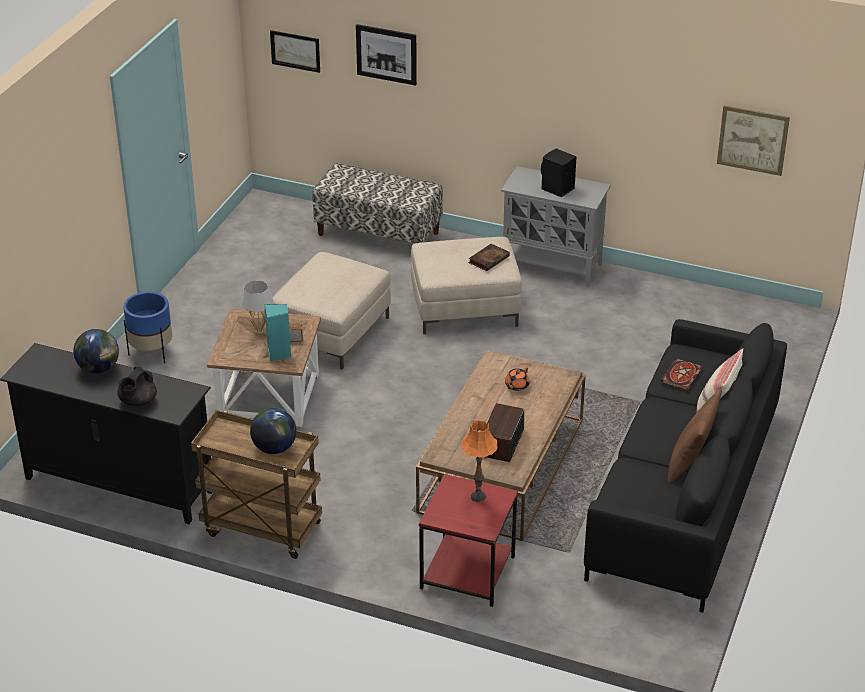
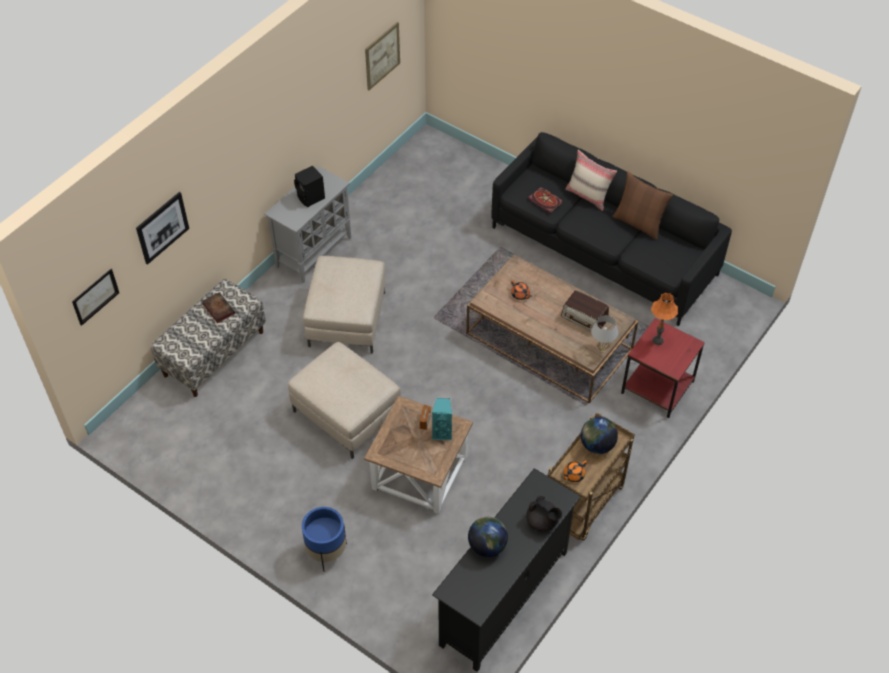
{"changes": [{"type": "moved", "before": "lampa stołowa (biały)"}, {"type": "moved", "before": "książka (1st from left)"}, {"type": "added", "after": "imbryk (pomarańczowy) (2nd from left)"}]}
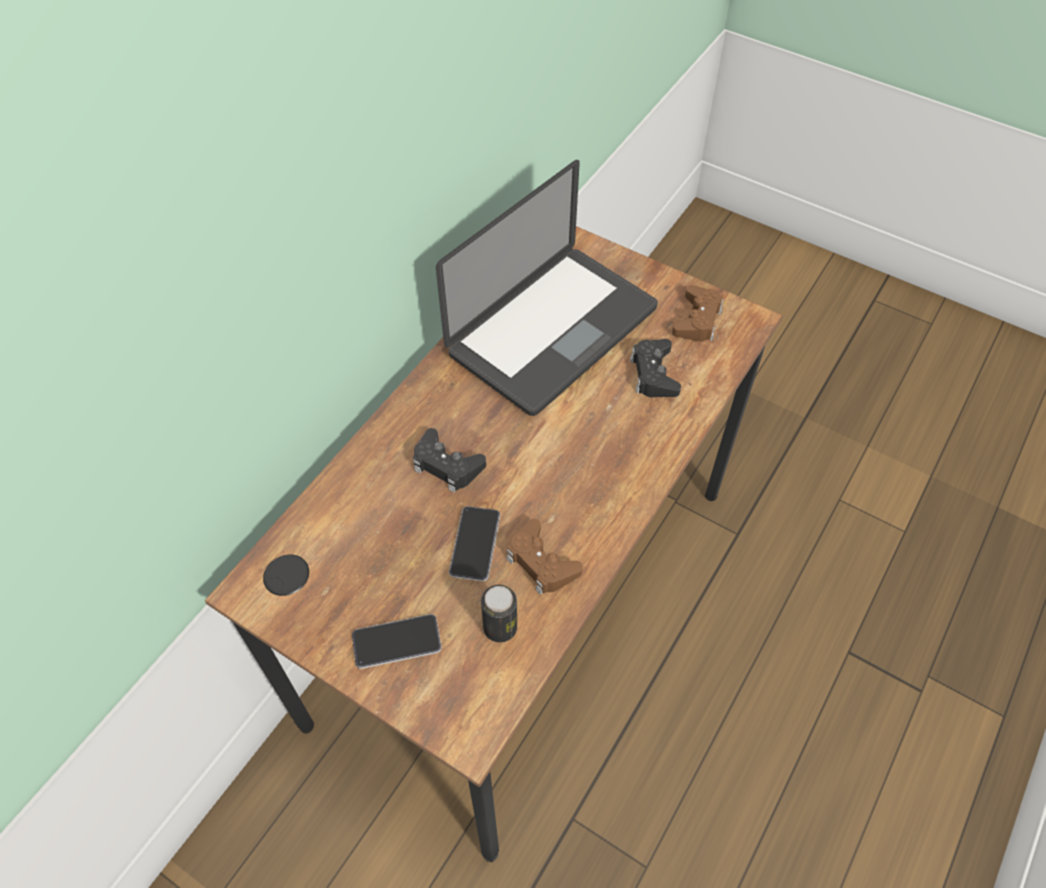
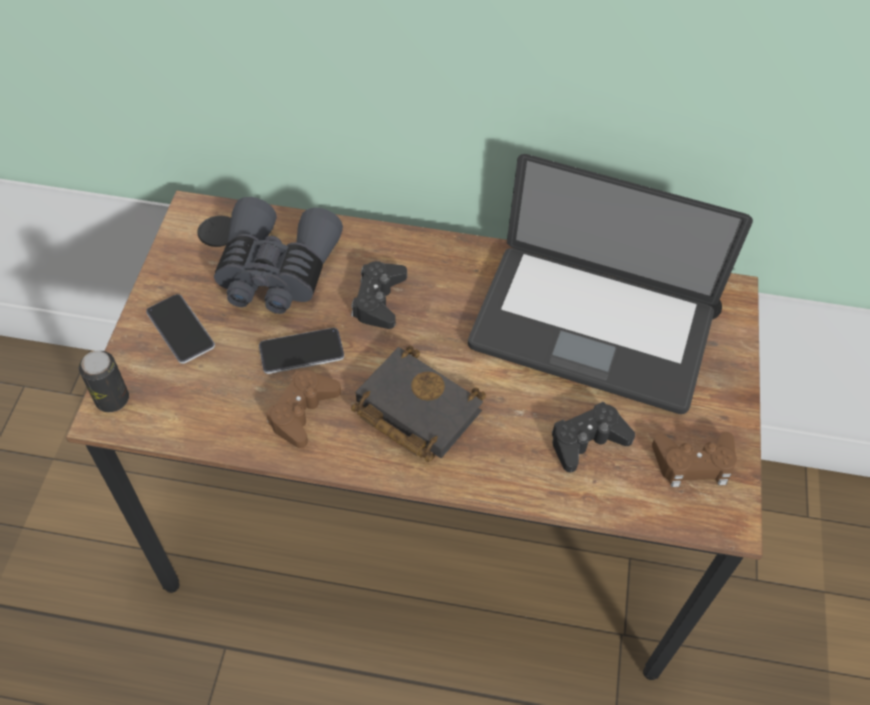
{"changes": [{"type": "moved", "before": "puszka"}, {"type": "added", "after": "lornetka (szary)"}, {"type": "added", "after": "książka (czarny)"}]}
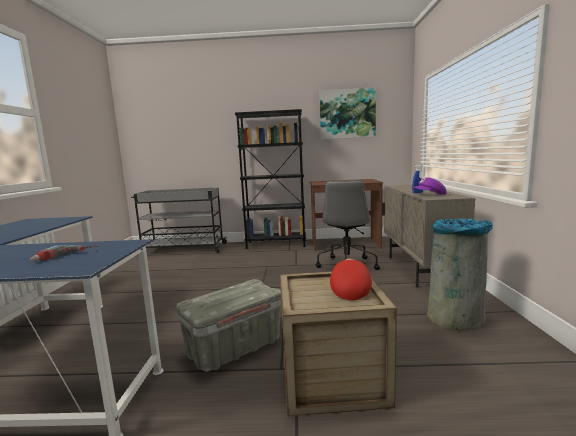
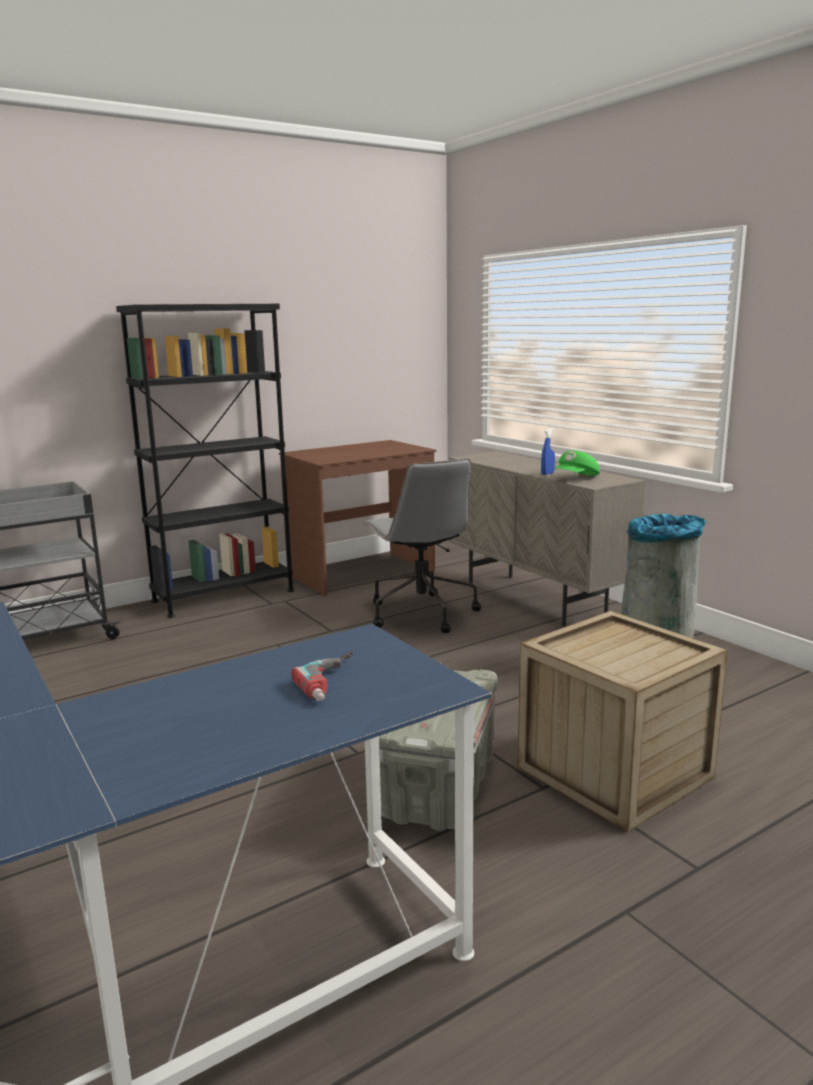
{"changes": [{"type": "removed", "before": "obraz"}, {"type": "removed", "before": "czapka z daszkiem (czerwony)"}, {"type": "recoloured", "before": "czapka z daszkiem (fioletowy)", "after": "czapka z daszkiem (zielony)"}]}
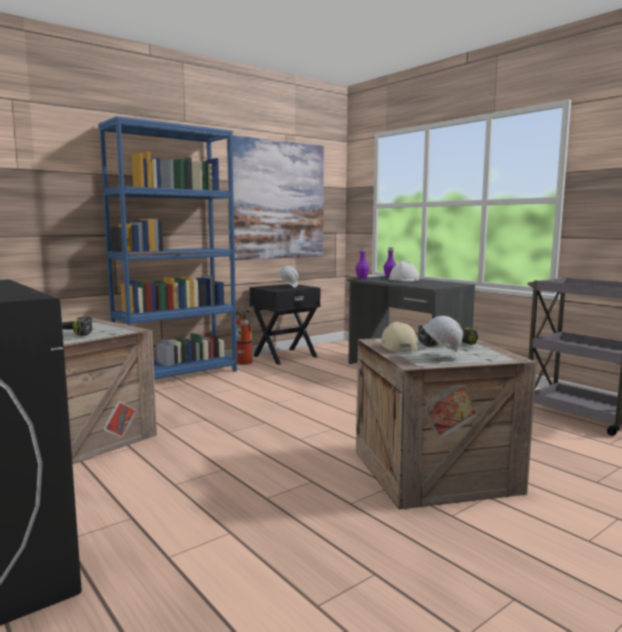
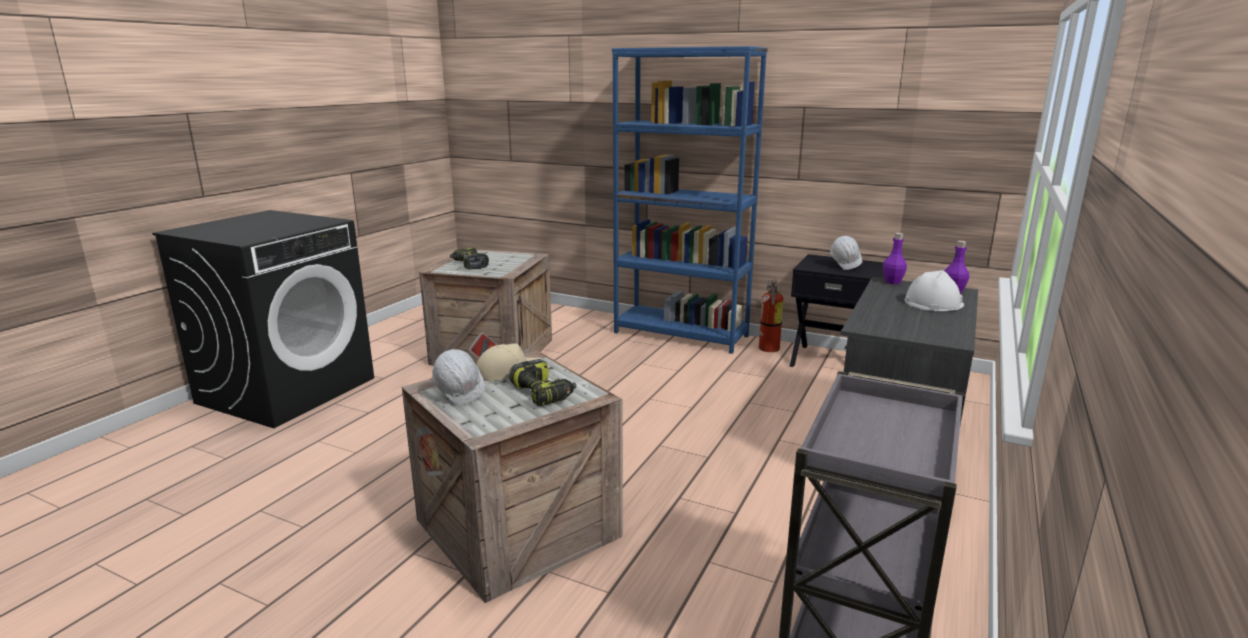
{"changes": [{"type": "removed", "before": "obraz"}]}
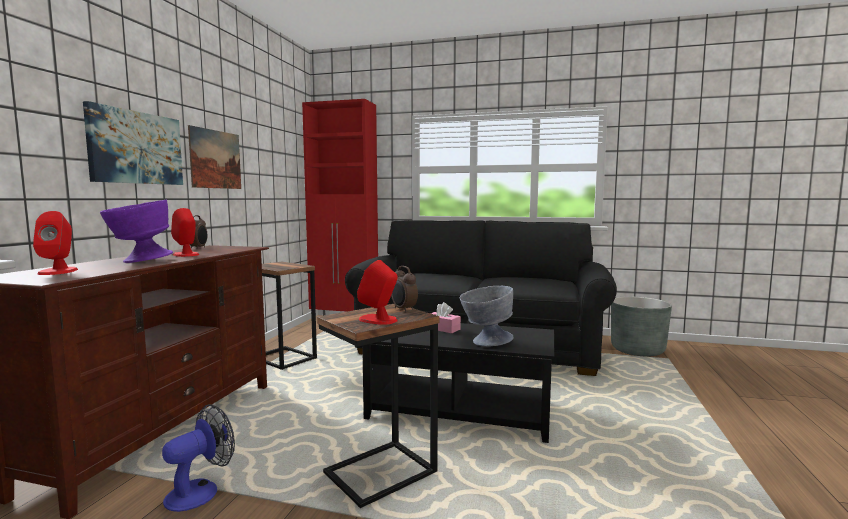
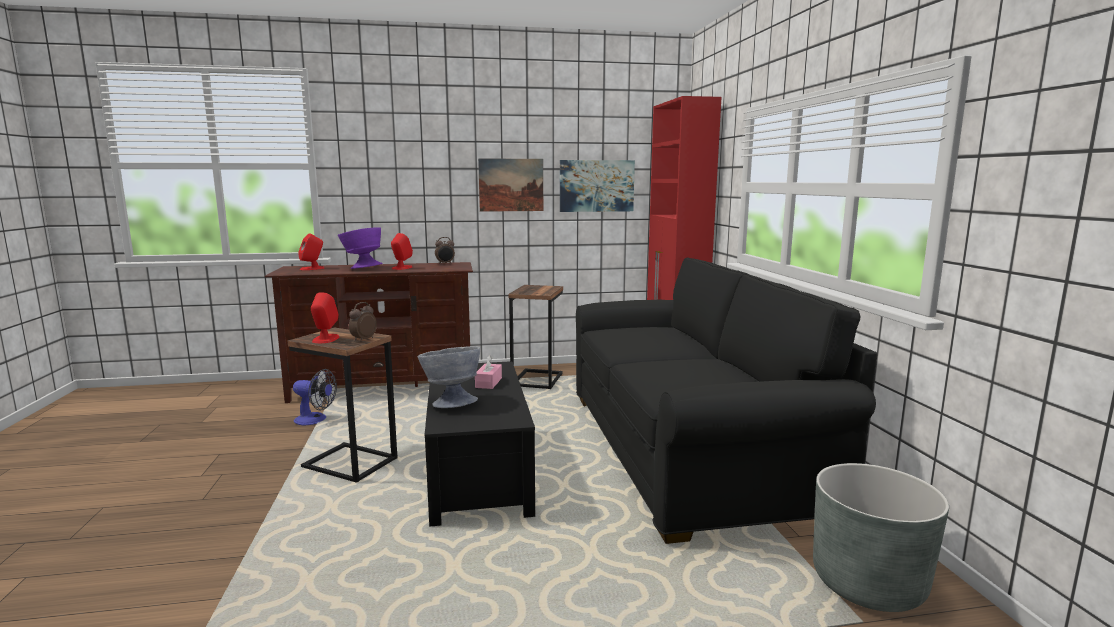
{"changes": [{"type": "moved", "before": "obraz (1st from left in the first image)", "after": "obraz (2nd from left)"}]}
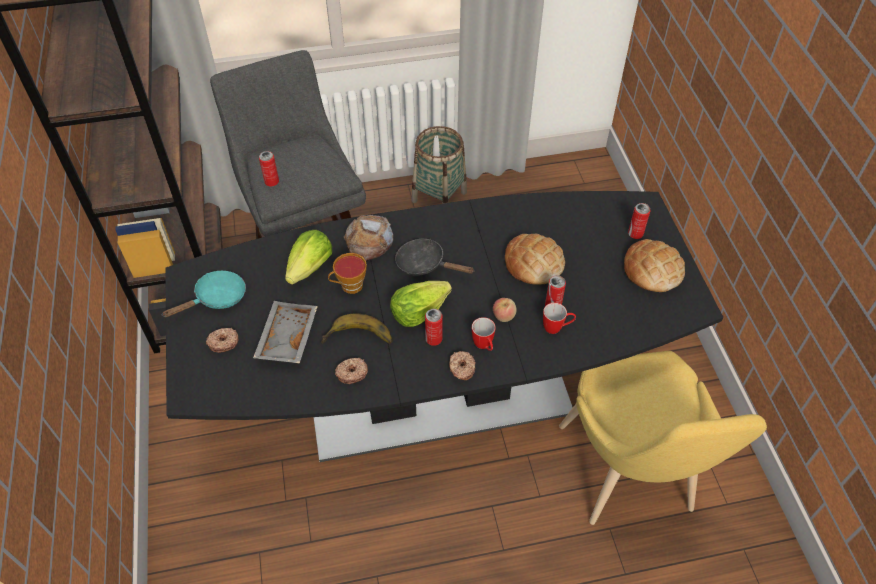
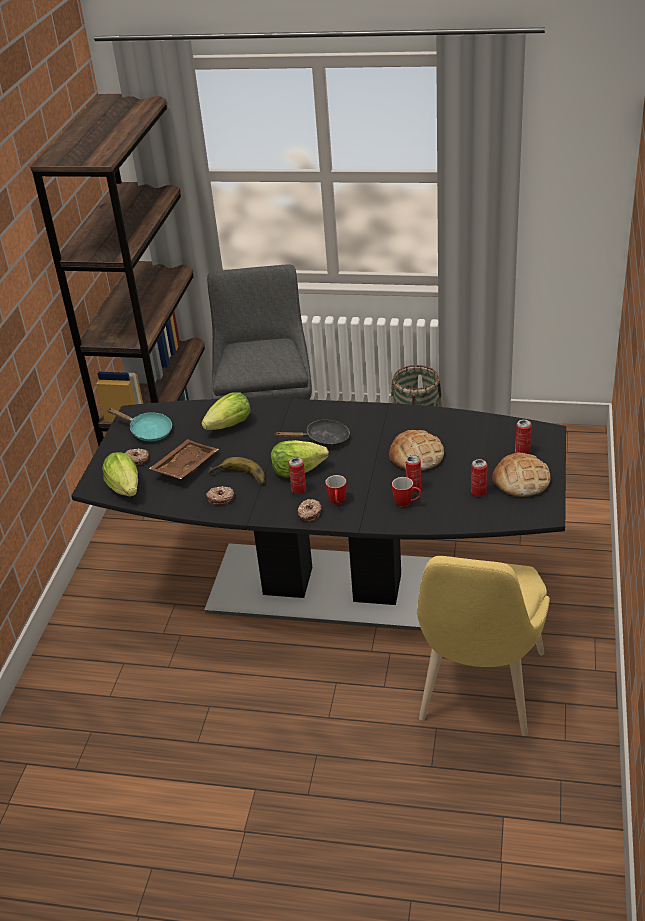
{"changes": [{"type": "turned", "before": "patelnia (turkusowy)", "turn": 45}, {"type": "recoloured", "before": "taca (szary)", "after": "taca (brązowy)"}, {"type": "moved", "before": "puszka (1st from left in the first image)", "after": "puszka (3rd from left)"}, {"type": "removed", "before": "filiżanka"}, {"type": "removed", "before": "chleb (1st from left)"}, {"type": "turned", "before": "patelnia (czarny)", "turn": 120}, {"type": "removed", "before": "jabłko"}, {"type": "added", "after": "sałata (1st from left)"}]}
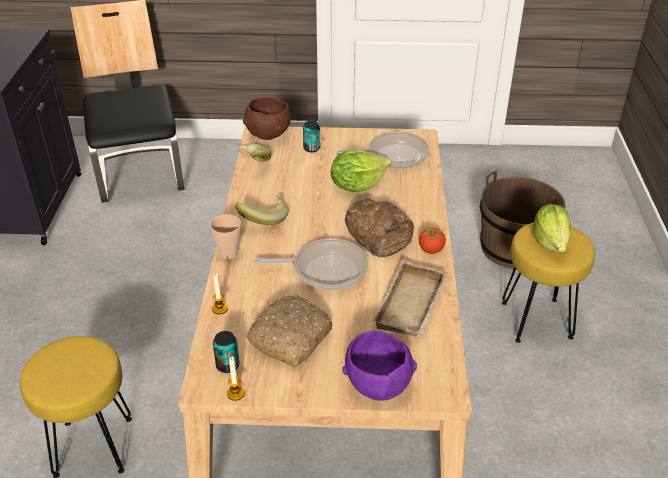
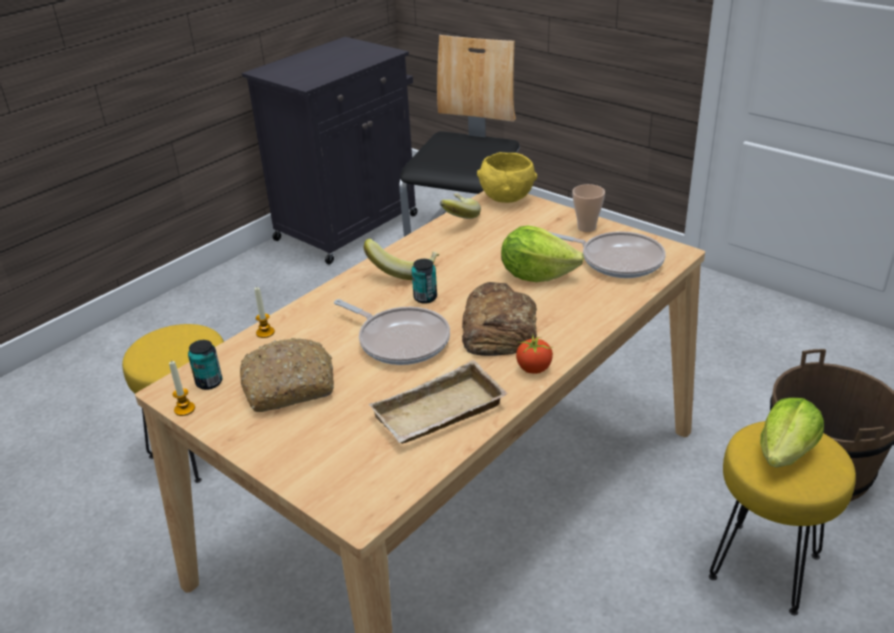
{"changes": [{"type": "moved", "before": "filiżanka"}, {"type": "recoloured", "before": "miska (brązowy)", "after": "miska (żółty)"}, {"type": "moved", "before": "puszka (2nd from left)"}, {"type": "removed", "before": "miska (fioletowy)"}]}
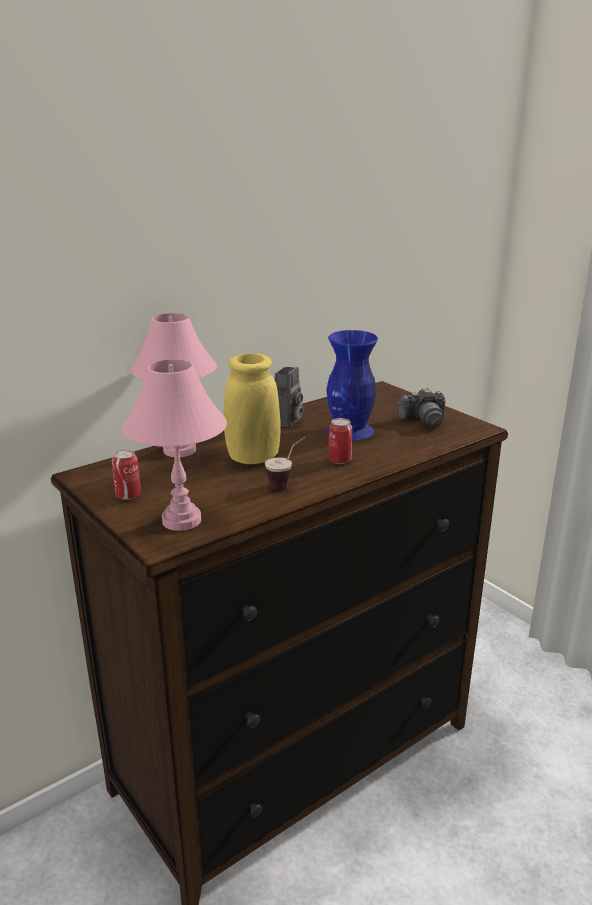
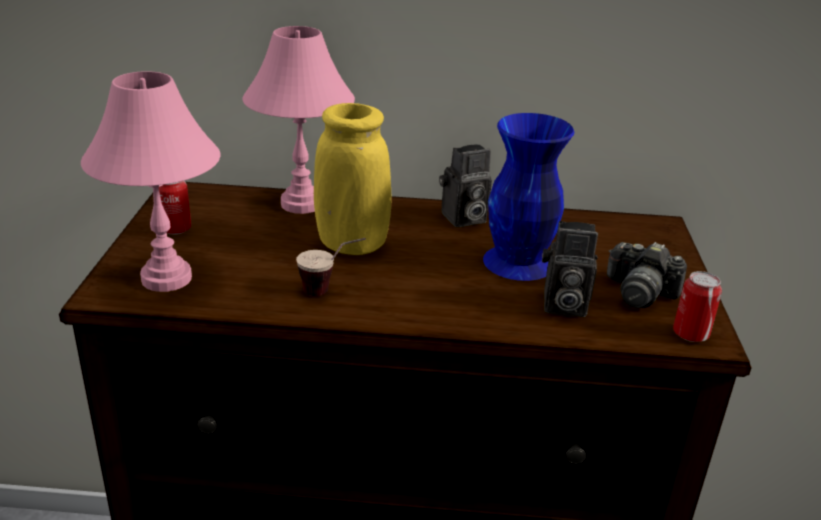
{"changes": [{"type": "moved", "before": "puszka (2nd from left)"}, {"type": "added", "after": "aparat fotograficzny (2nd from left)"}]}
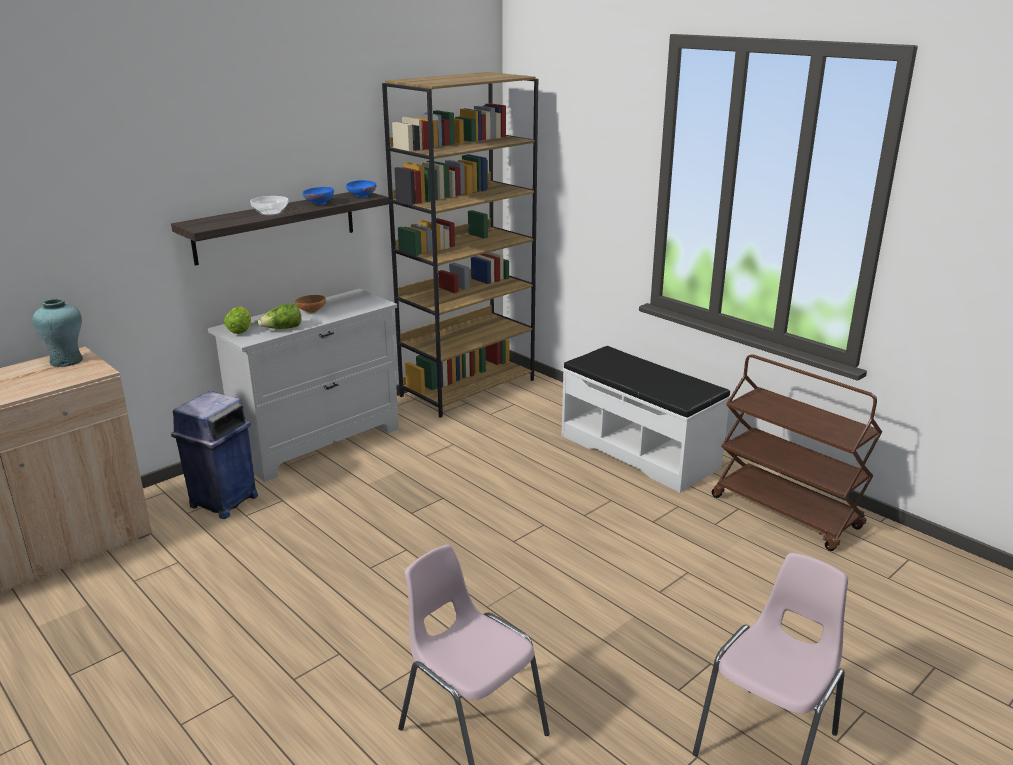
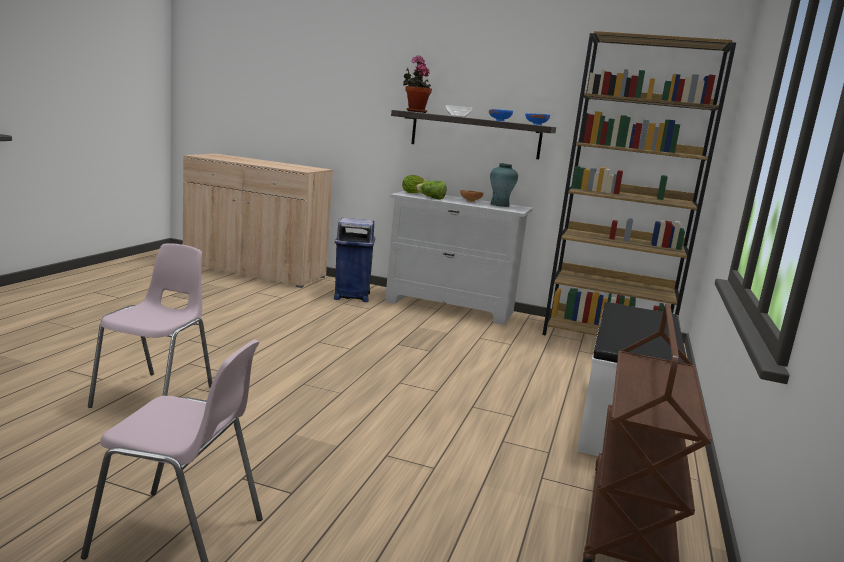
{"changes": [{"type": "moved", "before": "wazon (turkusowy)"}, {"type": "added", "after": "roślina doniczkowa"}]}
